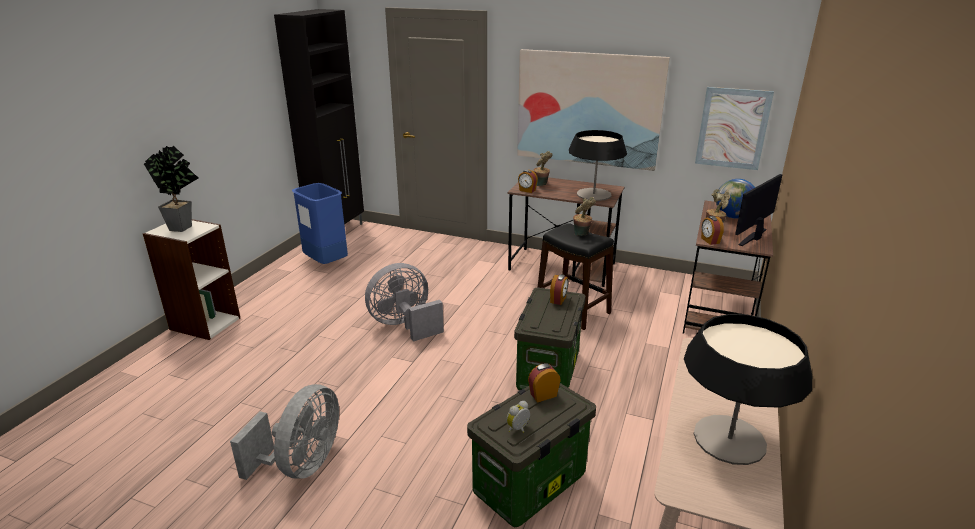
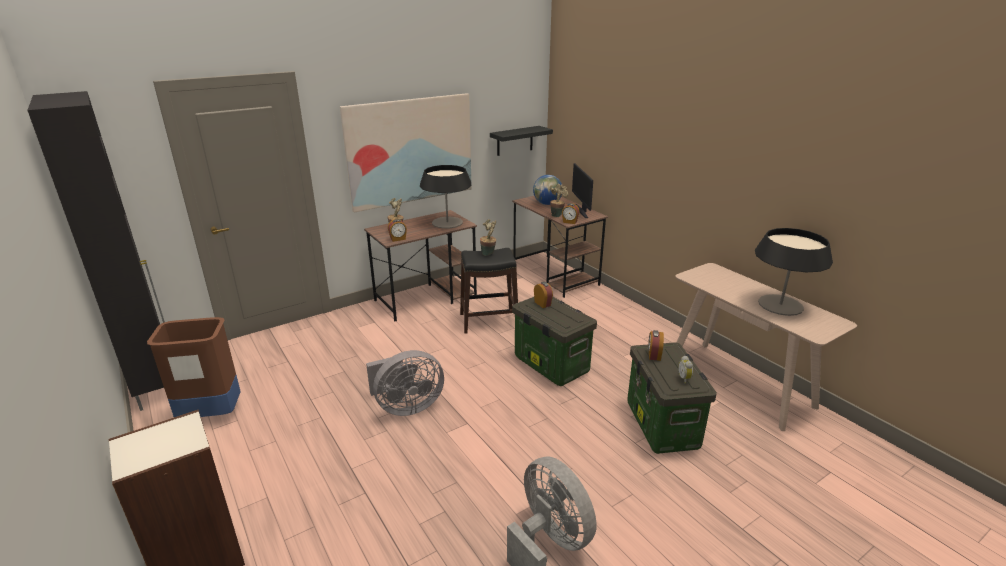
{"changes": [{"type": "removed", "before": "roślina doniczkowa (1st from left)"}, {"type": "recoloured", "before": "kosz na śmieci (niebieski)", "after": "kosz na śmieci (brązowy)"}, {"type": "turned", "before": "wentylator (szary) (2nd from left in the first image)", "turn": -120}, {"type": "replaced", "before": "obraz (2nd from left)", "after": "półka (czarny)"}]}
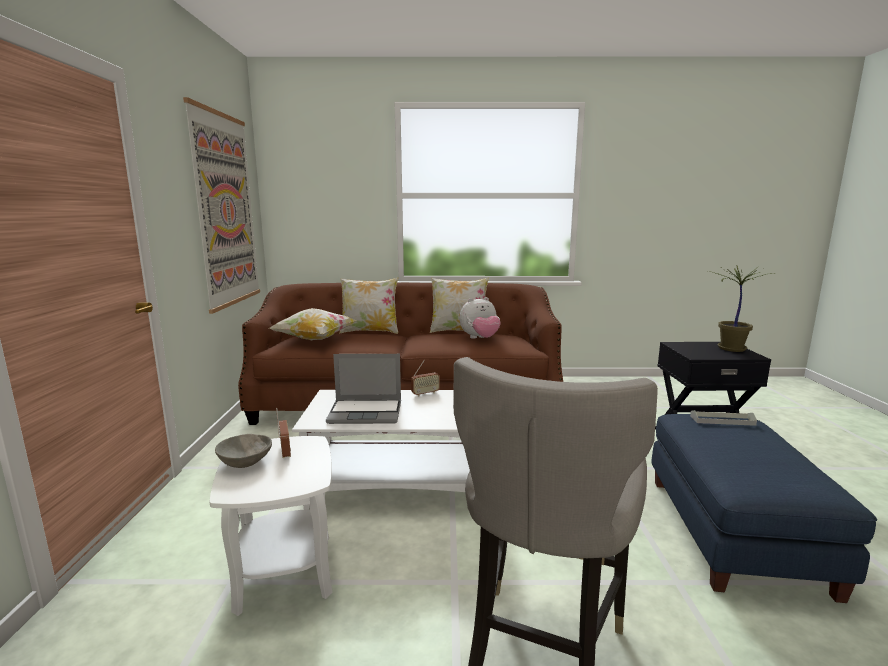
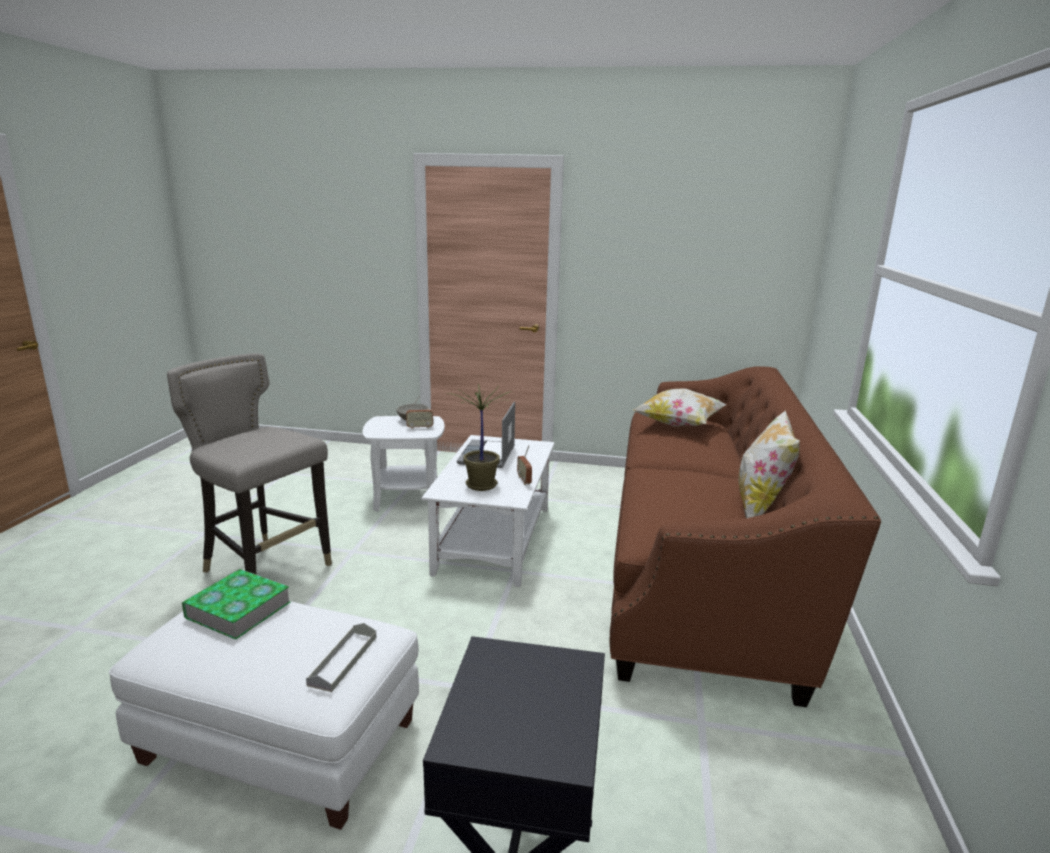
{"changes": [{"type": "removed", "before": "obraz"}, {"type": "removed", "before": "poduszka (2nd from left)"}, {"type": "removed", "before": "pluszak"}, {"type": "recoloured", "before": "pufa (niebieski)", "after": "pufa (biały)"}, {"type": "moved", "before": "roślina doniczkowa"}, {"type": "added", "after": "książka"}]}
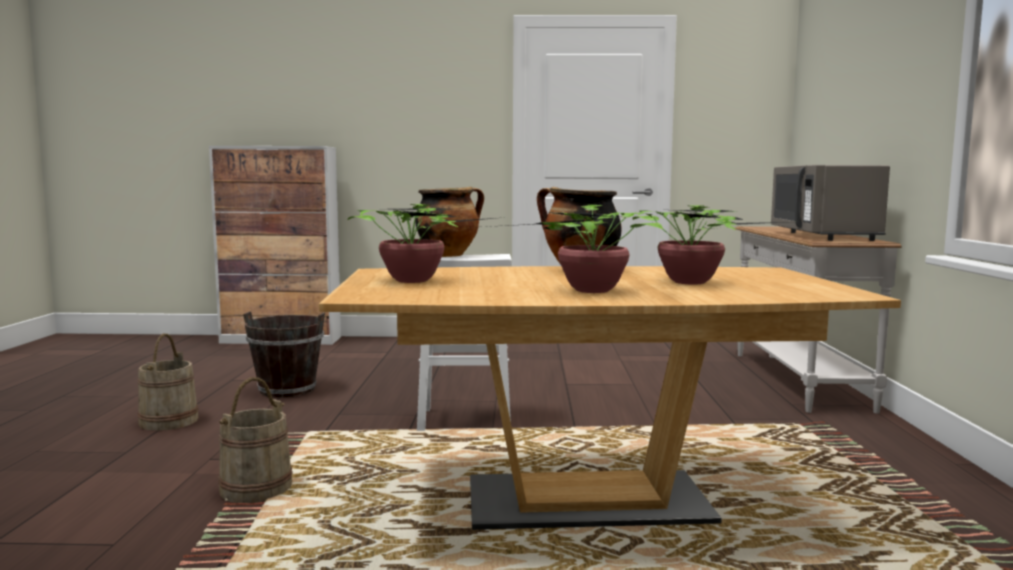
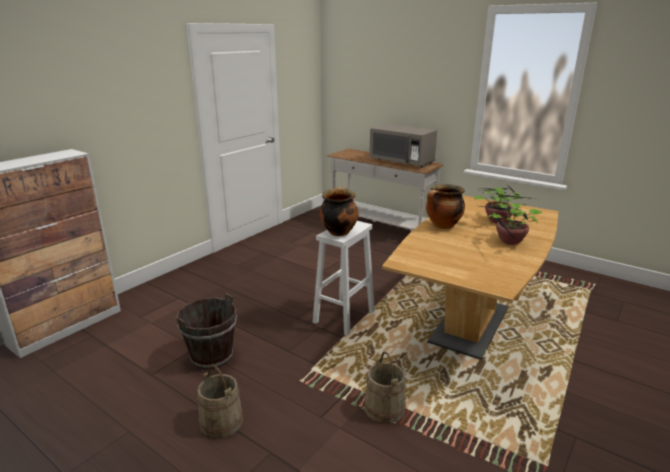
{"changes": [{"type": "removed", "before": "roślina doniczkowa (1st from left)"}]}
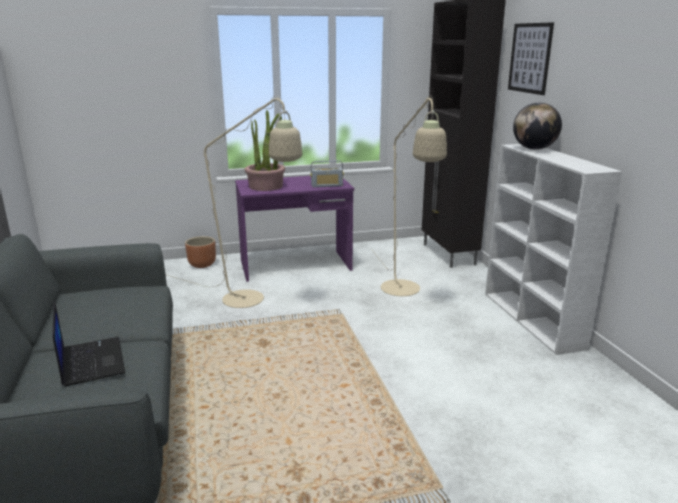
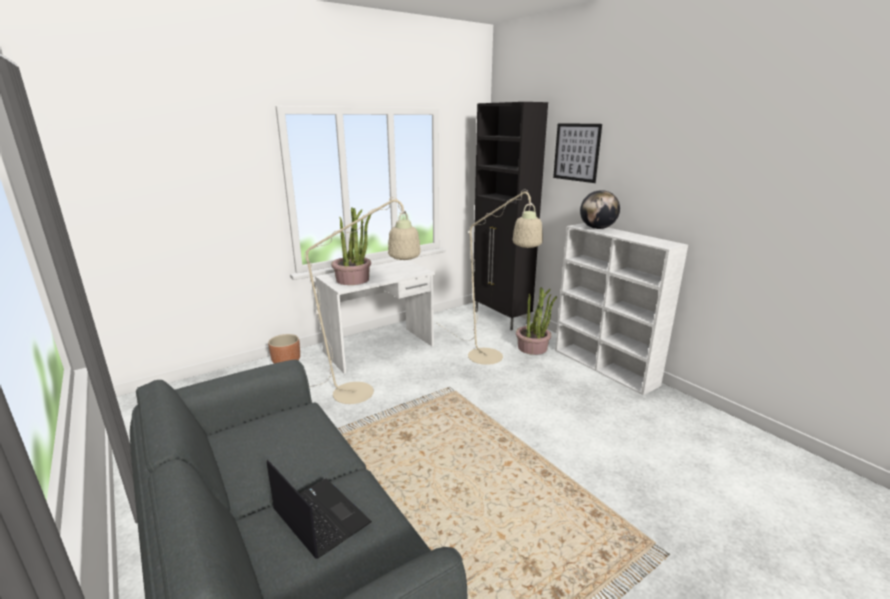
{"changes": [{"type": "recoloured", "before": "biurko (fioletowy)", "after": "biurko (biały)"}, {"type": "removed", "before": "radio"}, {"type": "added", "after": "roślina doniczkowa (2nd from left)"}]}
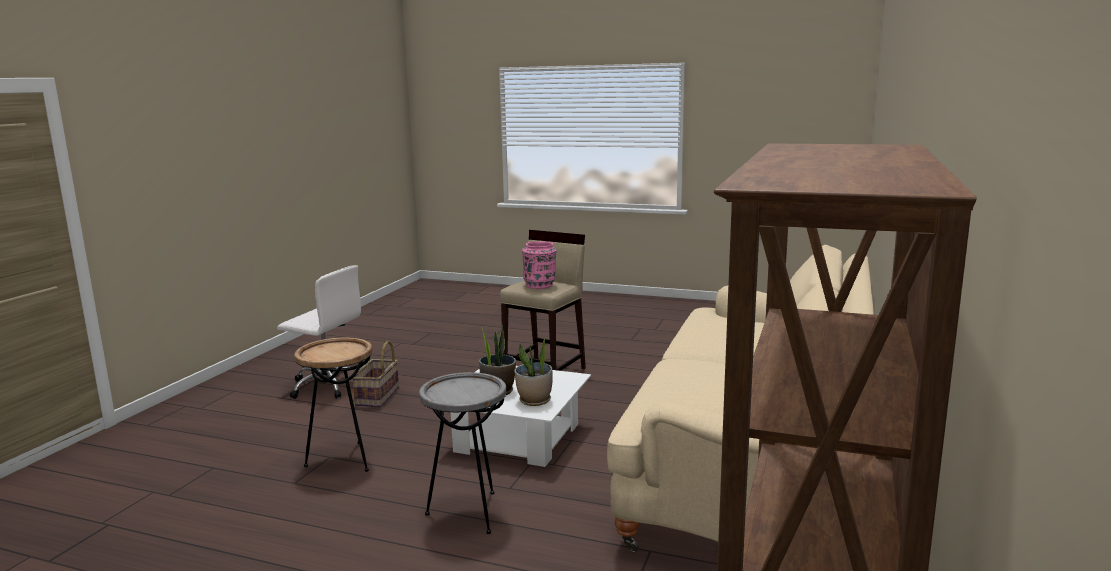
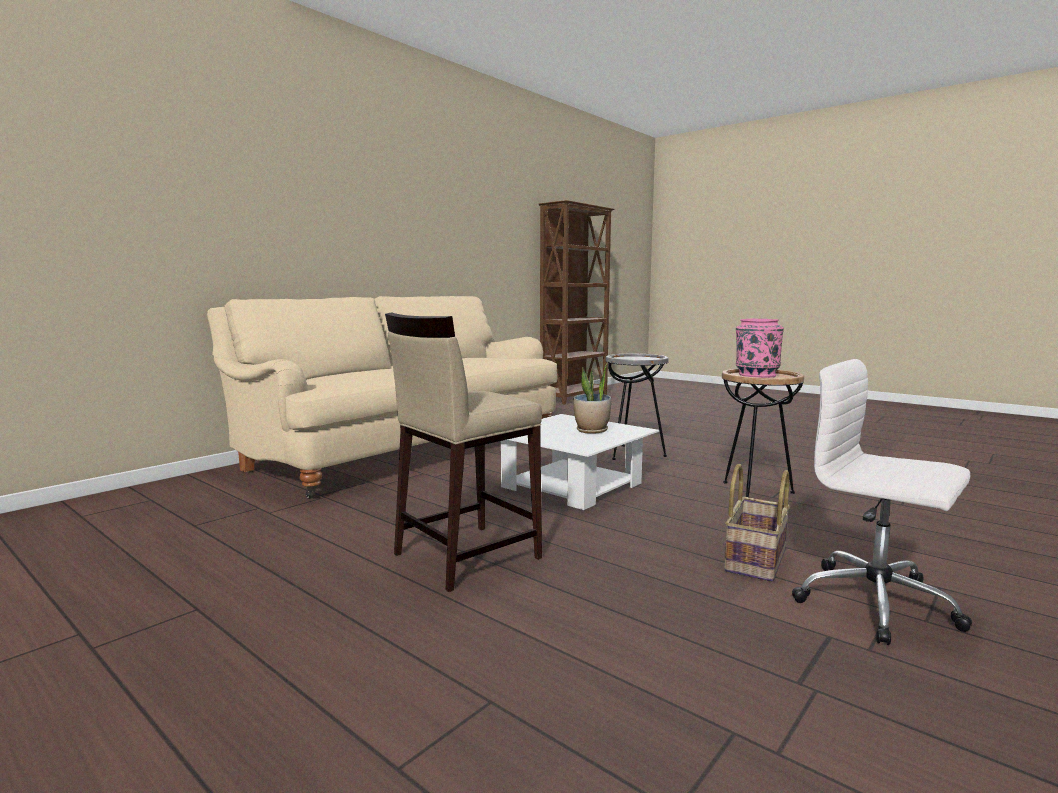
{"changes": [{"type": "removed", "before": "roślina doniczkowa (2nd from left)"}, {"type": "moved", "before": "wazon (różowy)"}]}
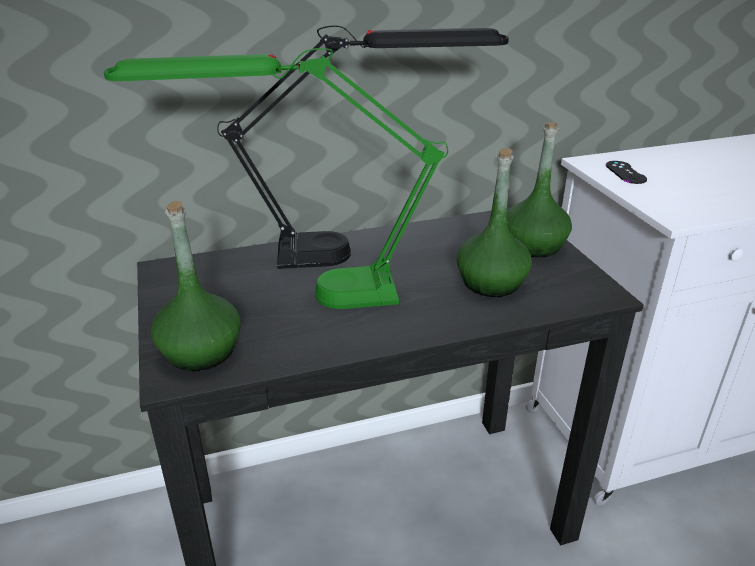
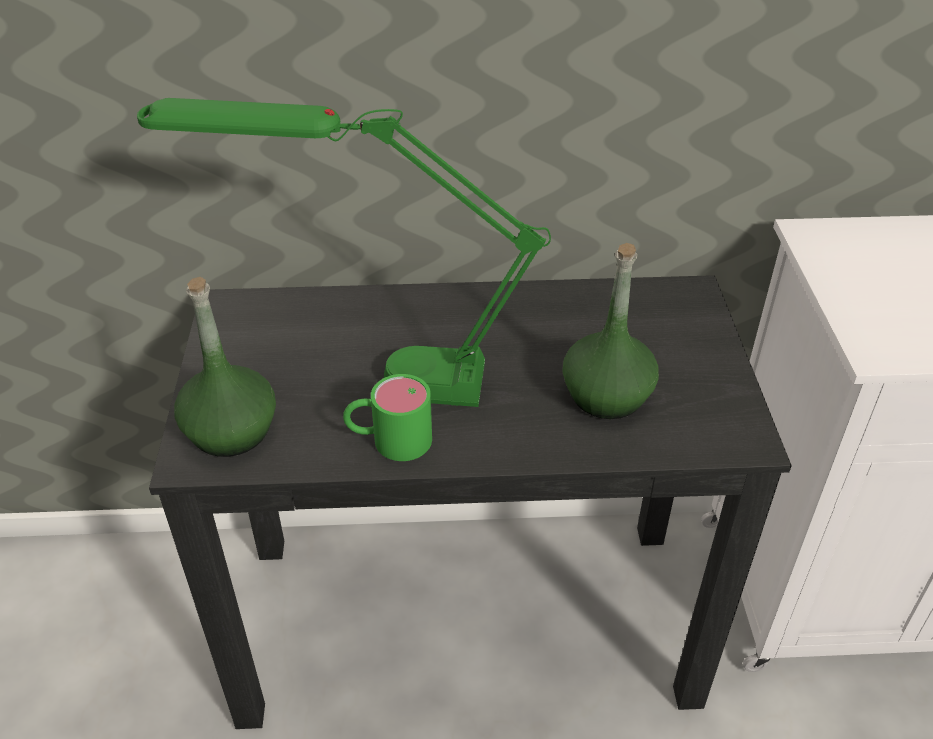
{"changes": [{"type": "removed", "before": "lampa stołowa (czarny)"}, {"type": "removed", "before": "butelka (zielony) (3rd from left)"}, {"type": "removed", "before": "pad do gier (czarny)"}, {"type": "added", "after": "kubek (zielony)"}]}
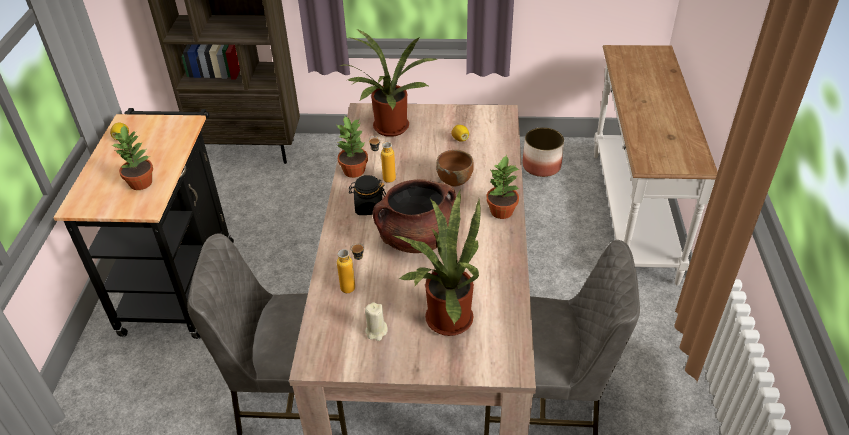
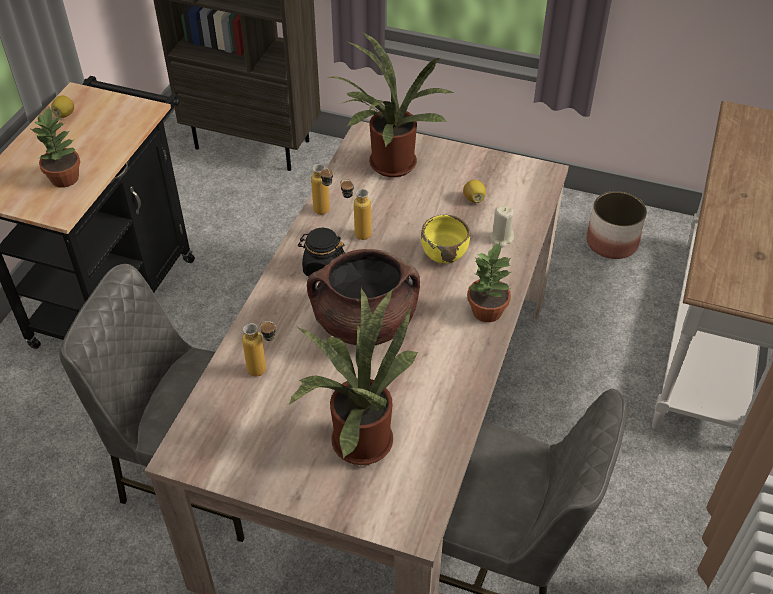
{"changes": [{"type": "replaced", "before": "roślina doniczkowa (2nd from left)", "after": "butelka (2nd from left)"}, {"type": "moved", "before": "świeca (beżowy)"}, {"type": "recoloured", "before": "miska (brązowy)", "after": "miska (żółty)"}]}
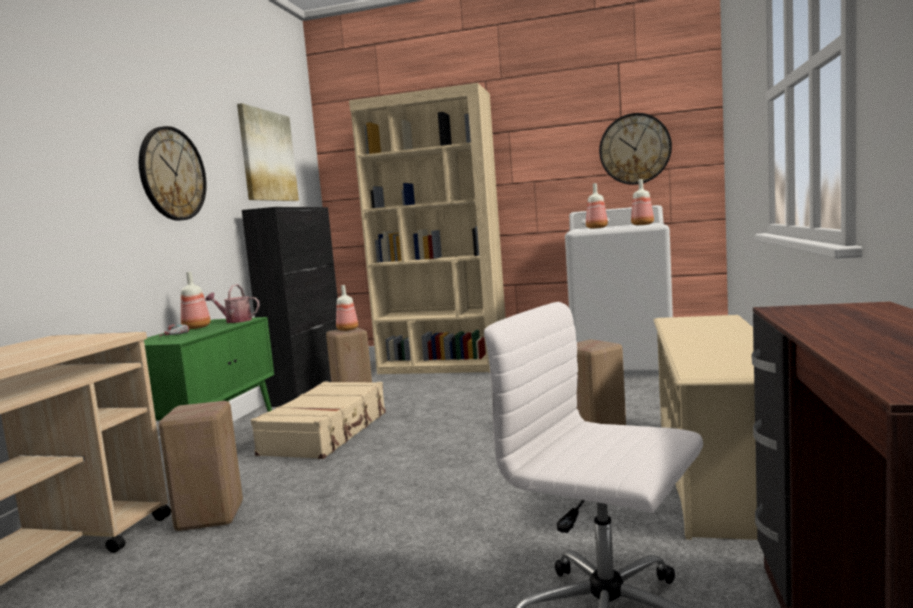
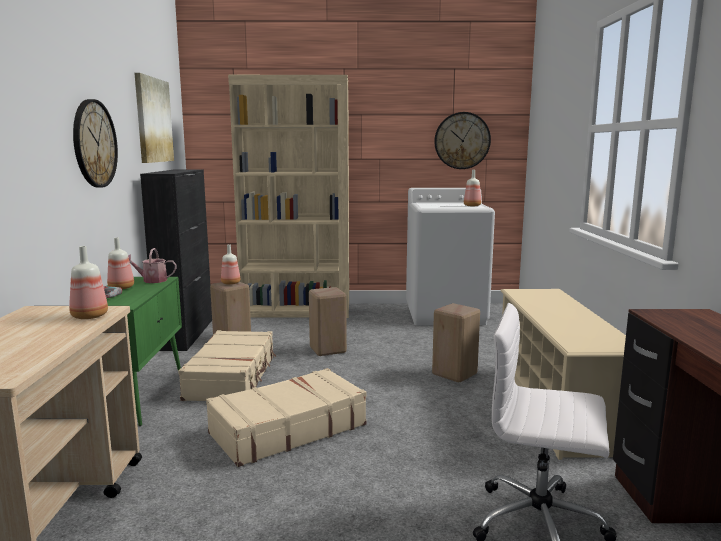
{"changes": [{"type": "moved", "before": "stołek (beżowy) (1st from left in the first image)", "after": "stołek (beżowy) (2nd from left)"}, {"type": "moved", "before": "butelka (3rd from left in the first image)", "after": "butelka (1st from left)"}, {"type": "added", "after": "walizka (beżowy) (2nd from left)"}]}
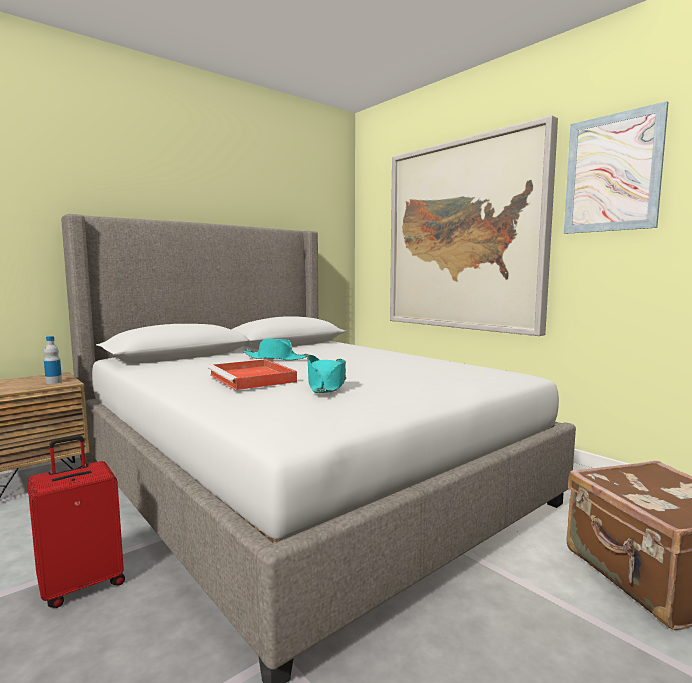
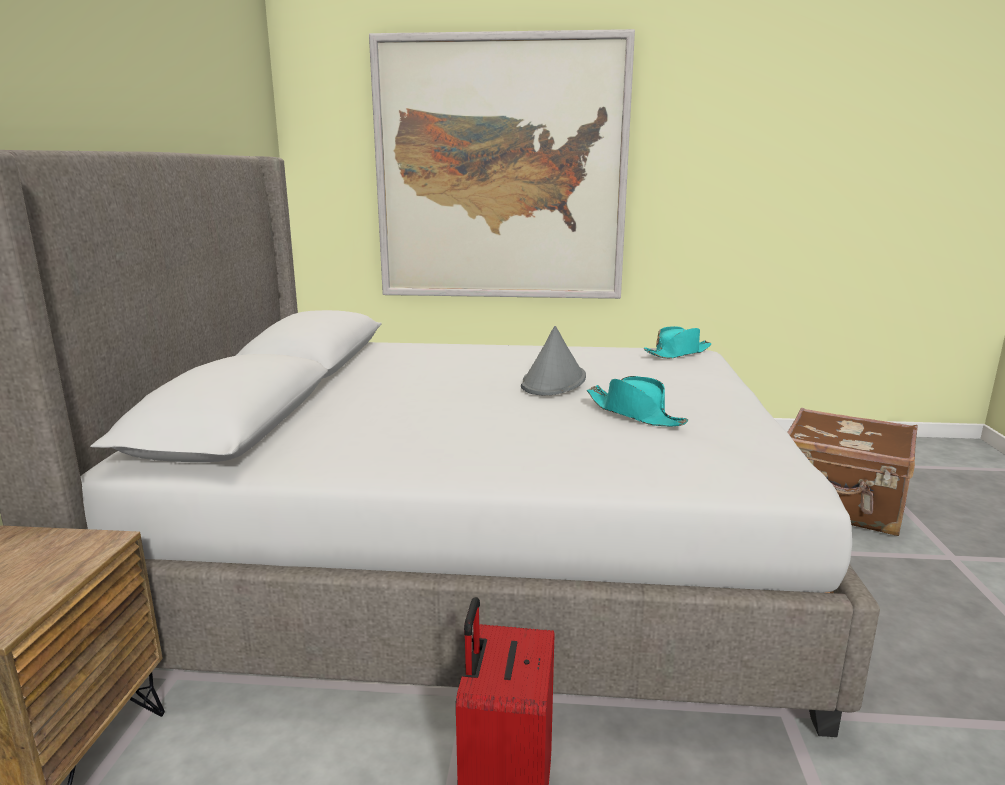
{"changes": [{"type": "removed", "before": "butelka"}, {"type": "removed", "before": "taca (czerwony)"}, {"type": "moved", "before": "kapelusz (turkusowy) (1st from left in the first image)", "after": "kapelusz (turkusowy) (2nd from left)"}, {"type": "removed", "before": "obraz (2nd from left)"}, {"type": "added", "after": "kapelusz (szary)"}]}
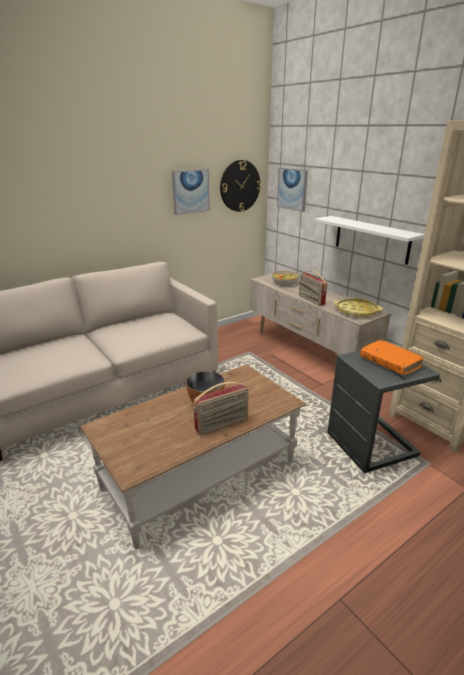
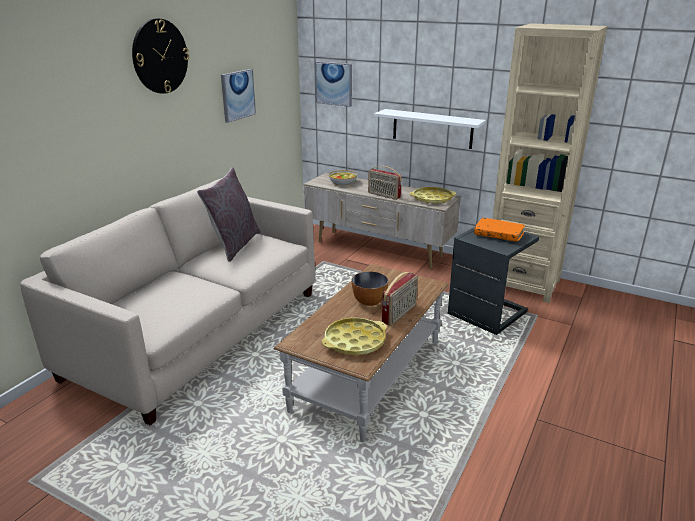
{"changes": [{"type": "moved", "before": "zegar ścienny"}, {"type": "added", "after": "poduszka (szary)"}, {"type": "added", "after": "taca (żółty) (1st from left)"}]}
